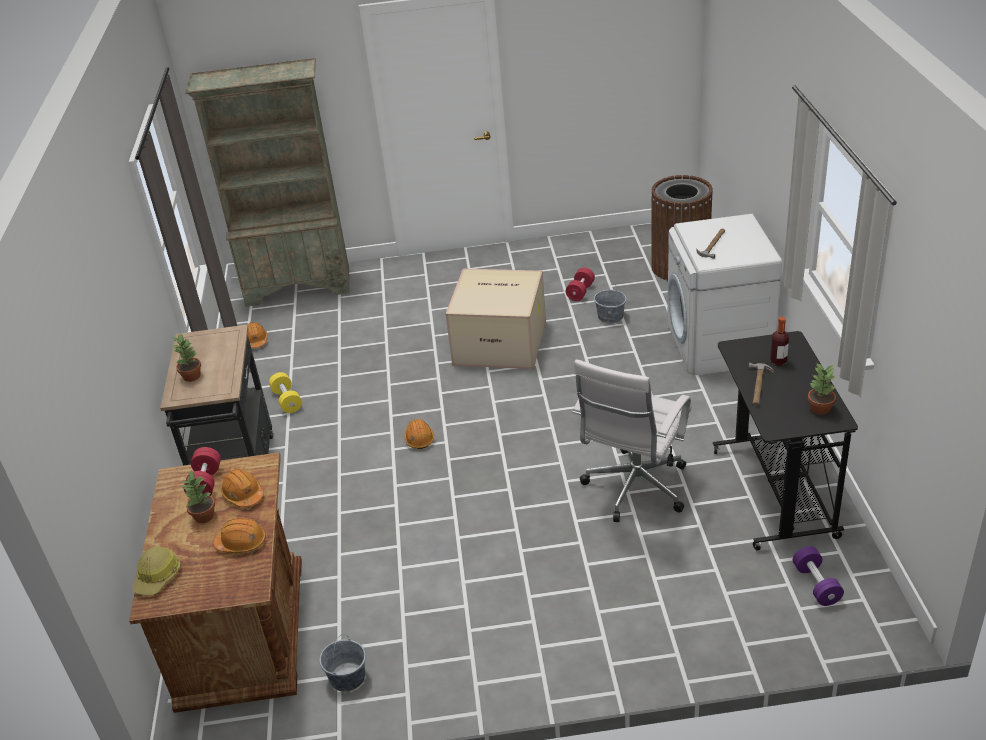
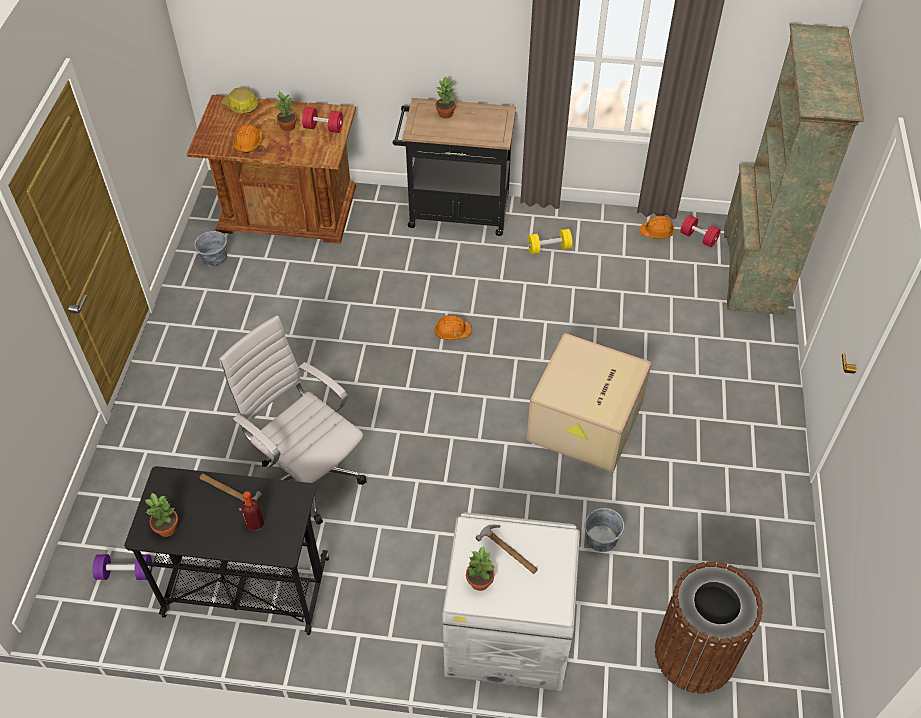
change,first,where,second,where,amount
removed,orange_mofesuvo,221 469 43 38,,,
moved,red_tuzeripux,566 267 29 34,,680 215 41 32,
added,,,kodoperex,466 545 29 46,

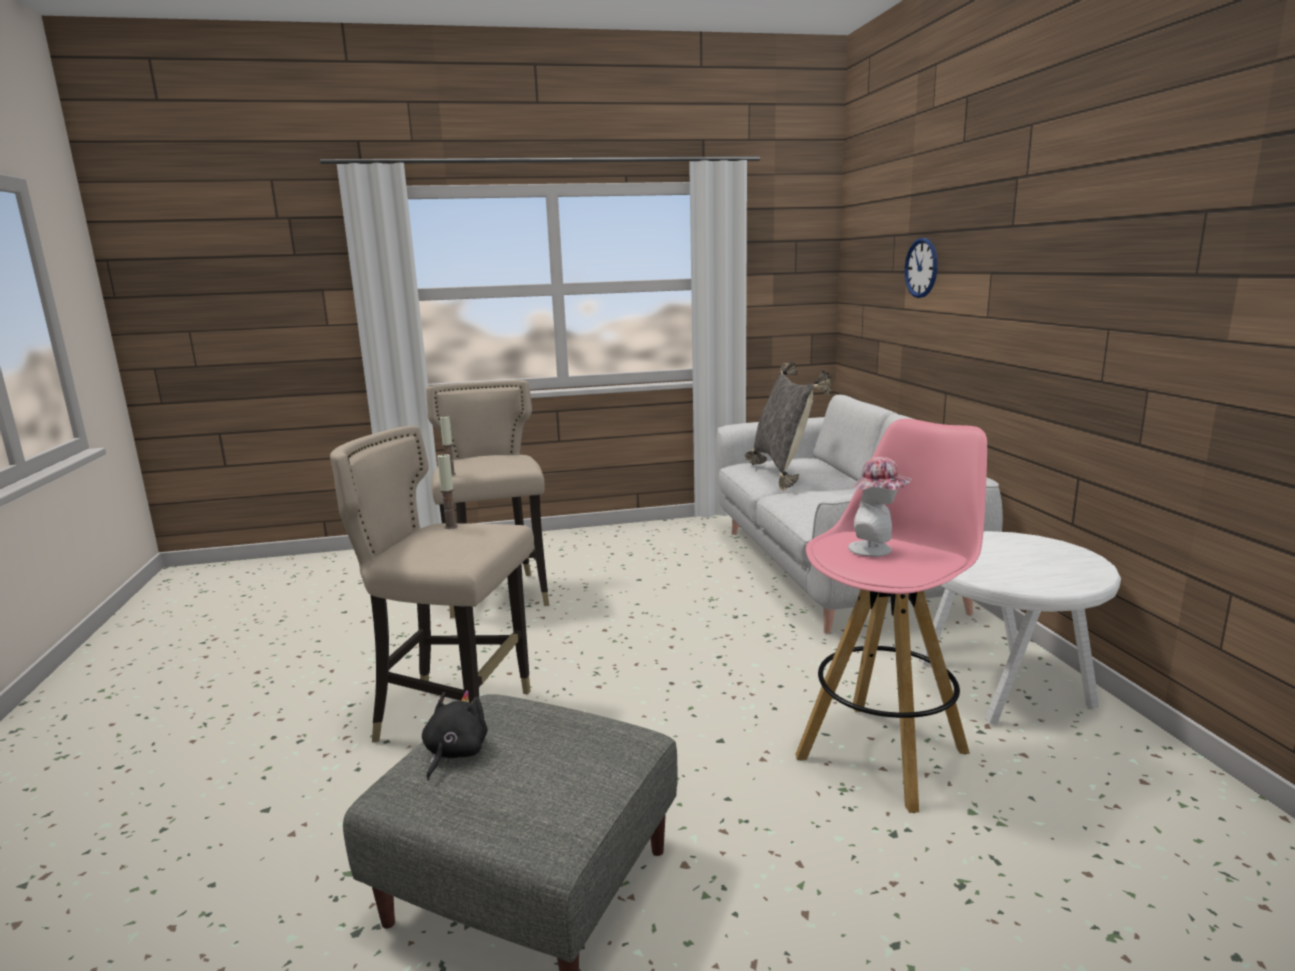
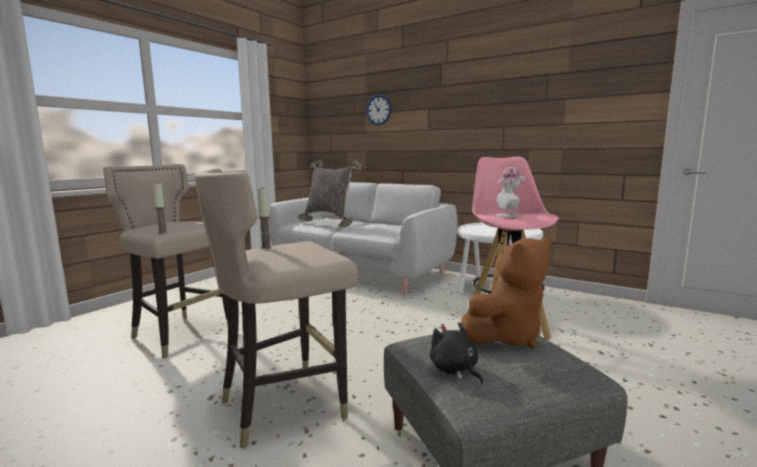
change,first,where,second,where,amount
added,,,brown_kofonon,461 237 90 112,

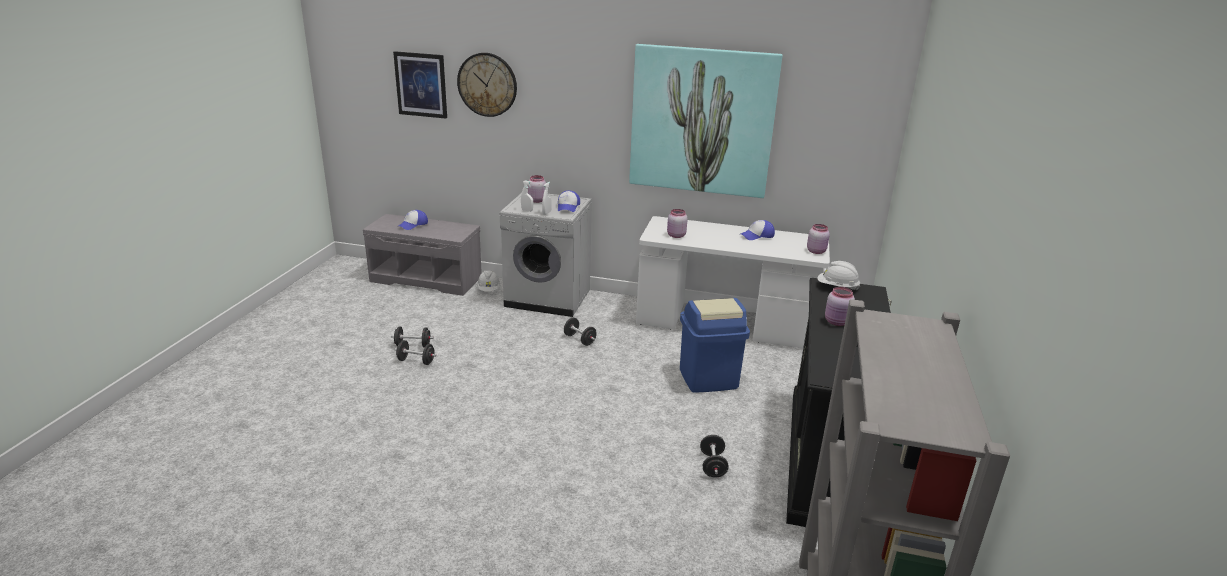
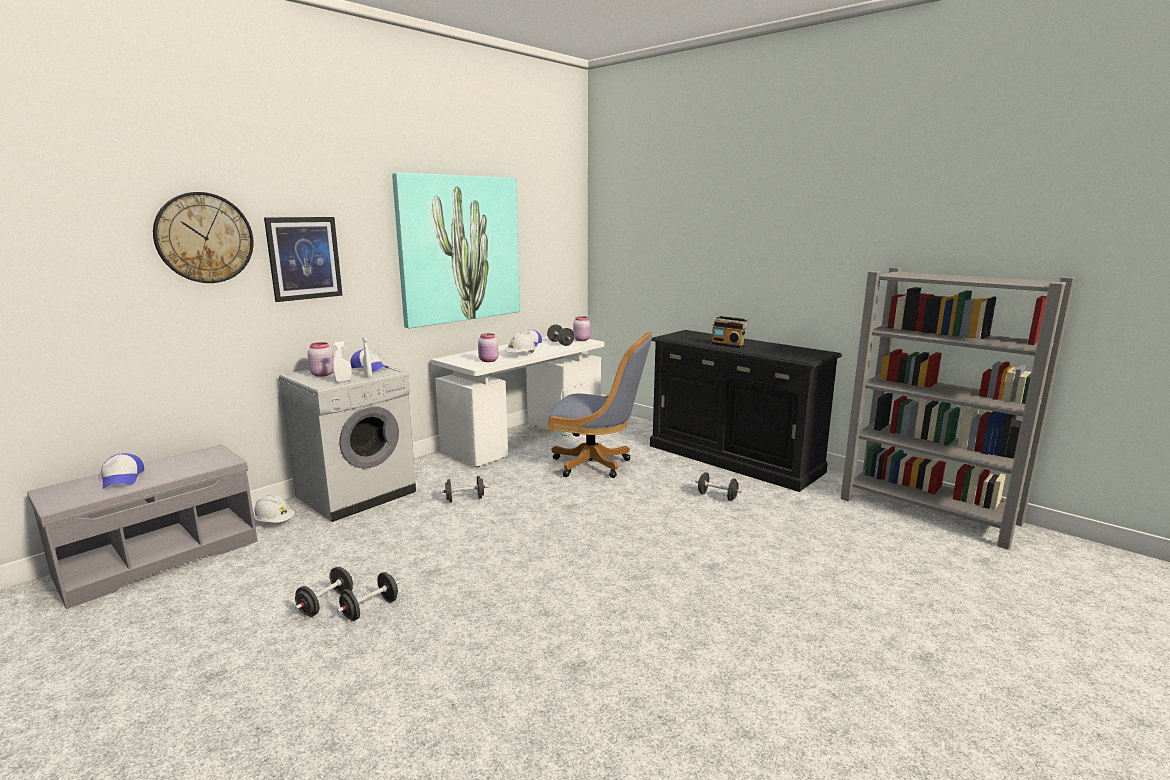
change,first,where,second,where,amount
moved,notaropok,393 51 54 68,,264 217 79 85,
replaced,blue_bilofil,680 298 70 95,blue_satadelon,548 332 104 146,
moved,white_mofesuvo,817 261 43 30,,505 333 31 20,
replaced,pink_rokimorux,825 287 30 39,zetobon,711 316 38 32,
added,,,black_tuzeripux,547 324 28 22,

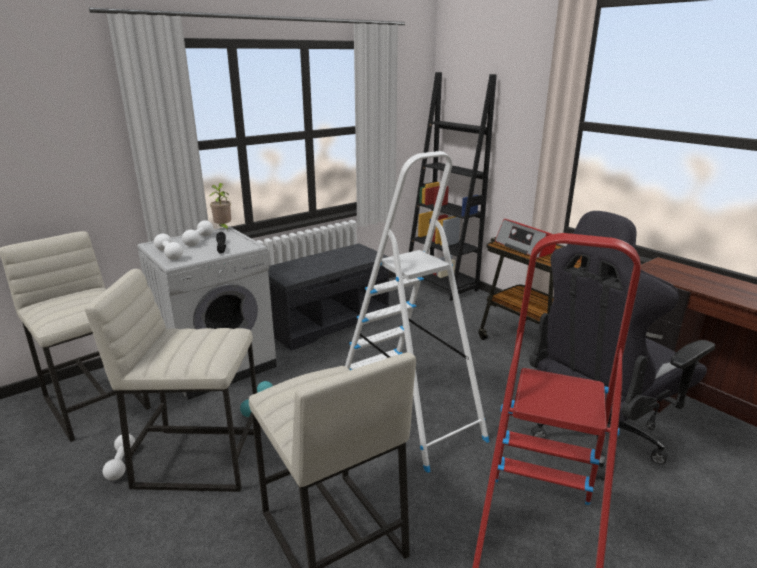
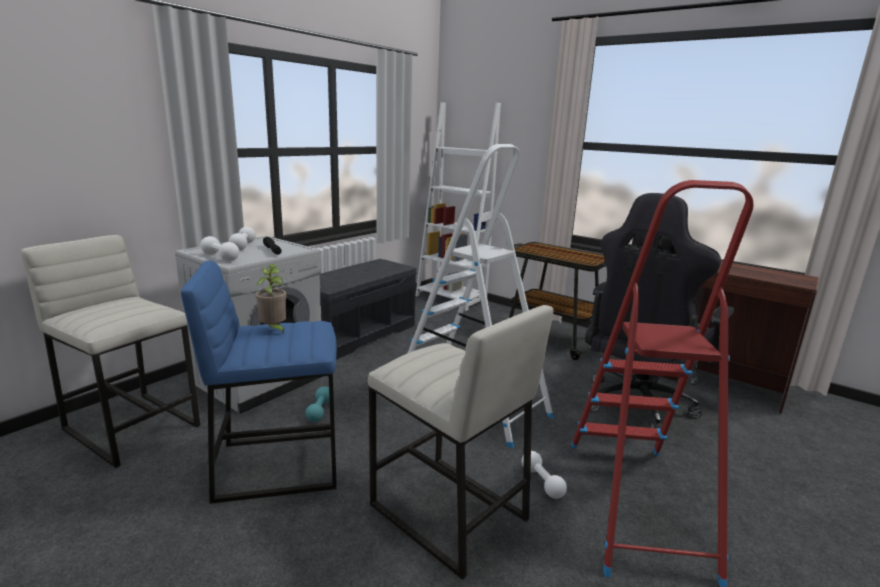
change,first,where,second,where,amount
recoloured,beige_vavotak,85 269 176 223,blue_vavotak,181 261 156 243,
moved,white_tuzeripux,103 434 32 47,,521 451 46 48,
moved,kodoperex,210 183 21 48,,255 264 31 69,
recoloured,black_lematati,409 72 88 229,white_lematati,416 102 85 209,
removed,zetobon,495 219 61 39,,,

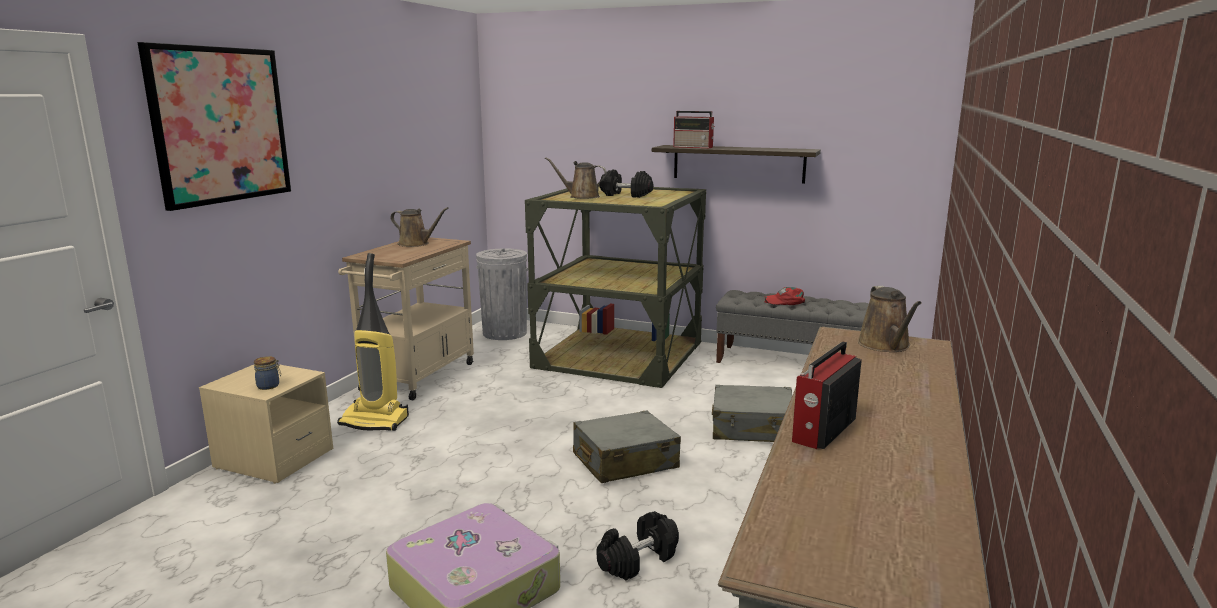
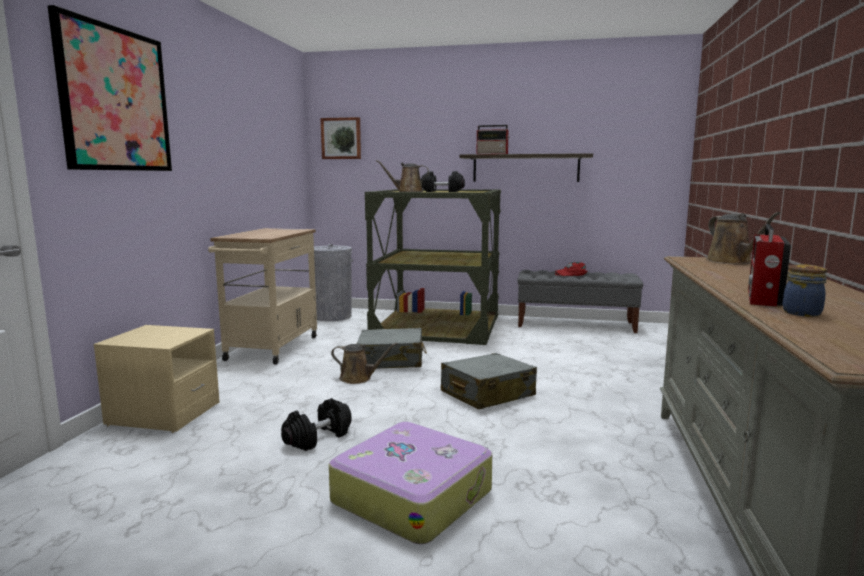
change,first,where,second,where,amount
moved,rokimorux,254 356 27 34,,782 265 45 52,
removed,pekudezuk,337 253 72 178,,,
moved,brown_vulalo,390 207 59 40,,331 343 67 41,
moved,black_tuzeripux,597 511 82 70,,281 398 70 53,
moved,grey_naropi,712 385 80 57,,356 328 71 40,
added,,,notaropok,320 117 41 42,

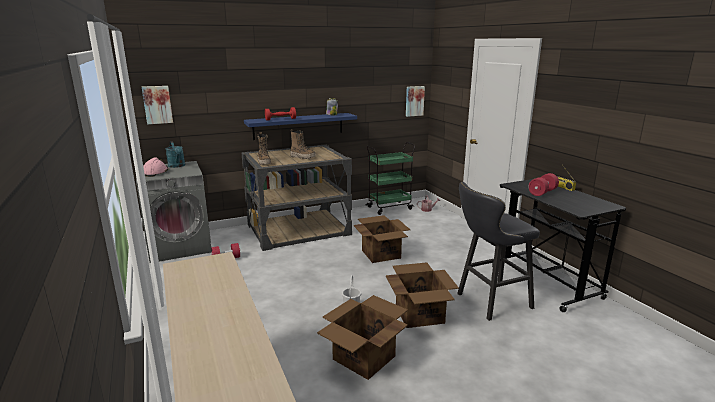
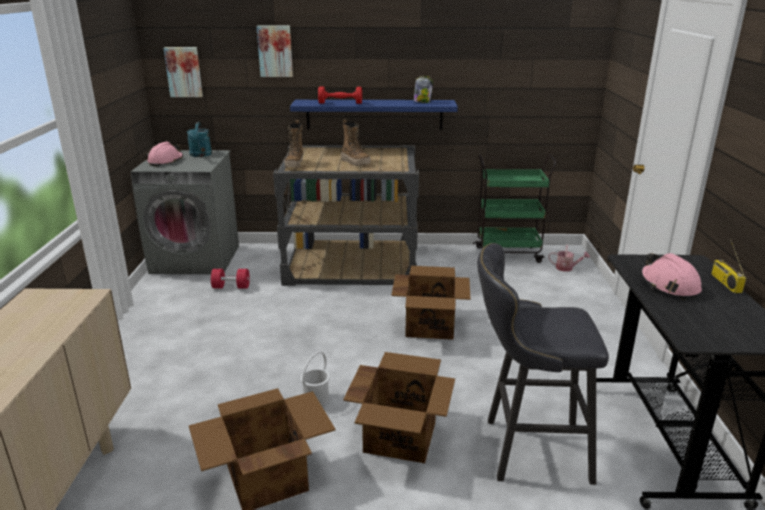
change,first,where,second,where,amount
moved,notaropok,406 86 19 31,,257 26 36 51,
replaced,red_tuzeripux,528 173 31 23,pink_mofesuvo,640 253 62 46,

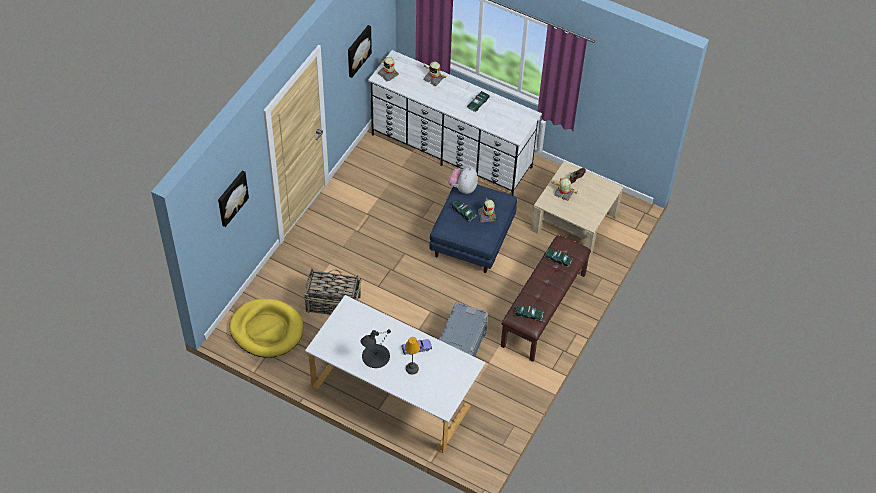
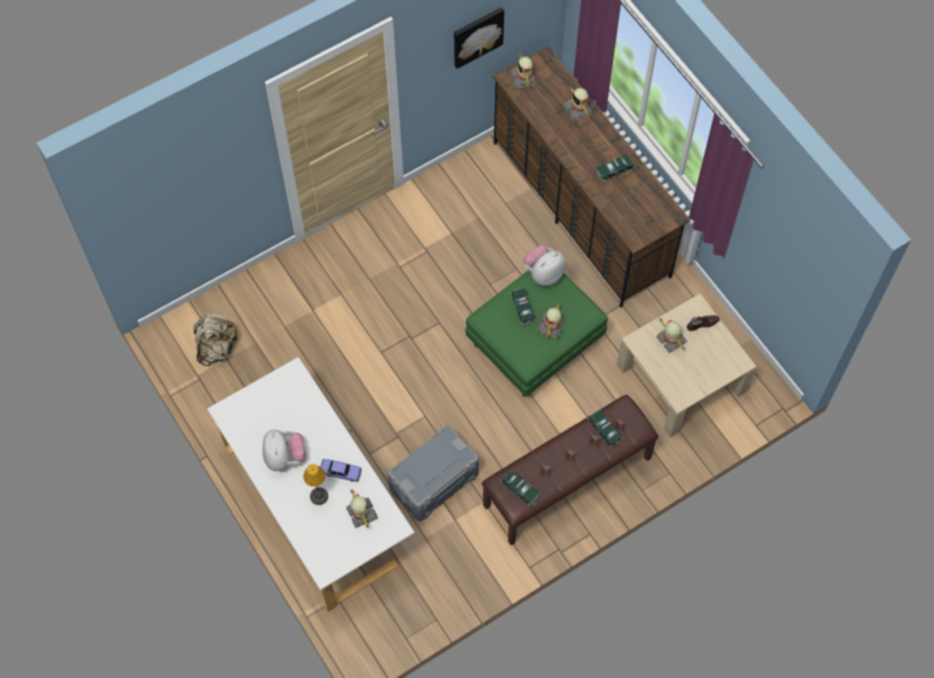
change,first,where,second,where,amount
removed,notaropok,218 170 31 57,,,
replaced,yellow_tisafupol,229 299 74 59,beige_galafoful,193 313 45 53,
removed,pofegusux,304 269 57 46,,,
replaced,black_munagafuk,360 329 31 39,kofonon,262 430 44 41,
recoloured,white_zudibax,368 50 174 146,brown_zudibax,493 46 197 262,
recoloured,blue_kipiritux,429 184 88 89,green_kipiritux,465 270 143 127,
added,,,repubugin,346 489 32 39,

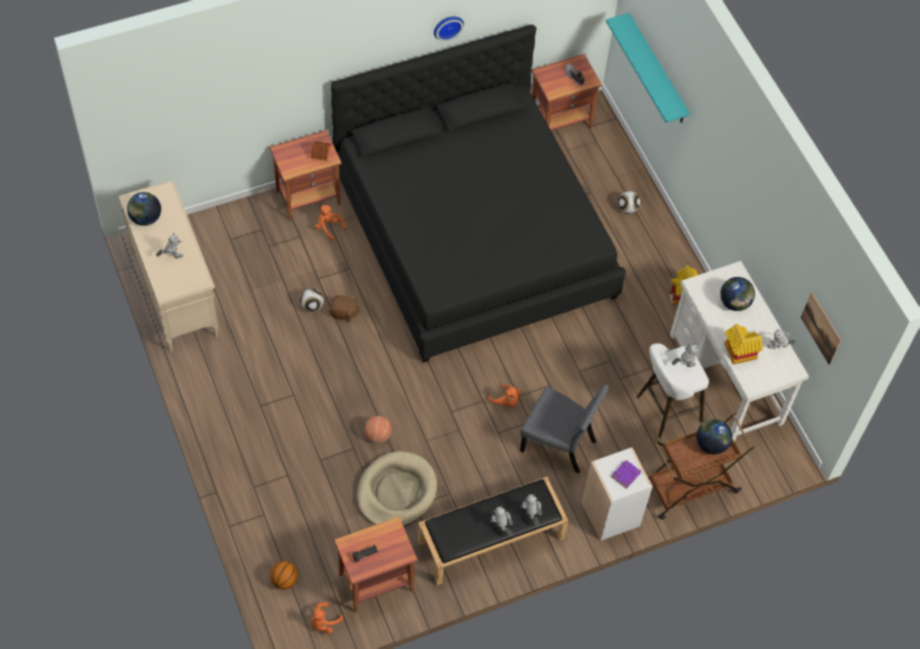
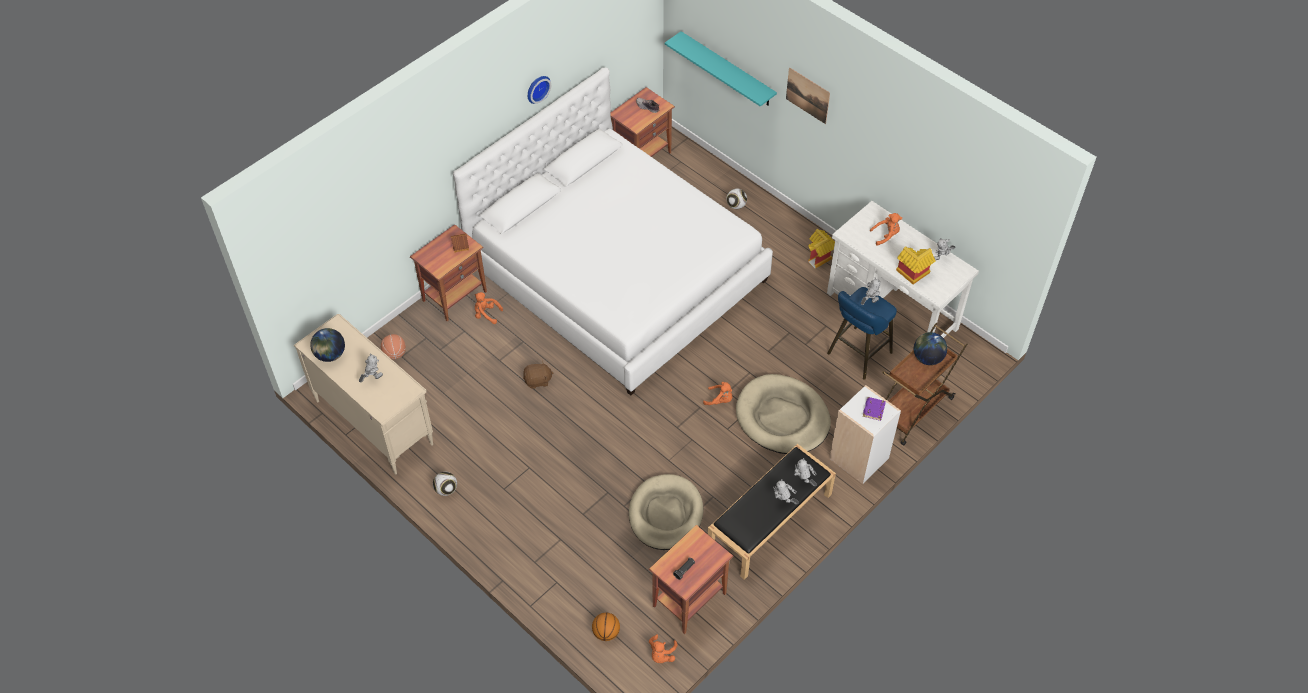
change,first,where,second,where,amount
moved,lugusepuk,300 289 24 23,,433 472 24 24,
recoloured,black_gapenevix,331 25 295 338,white_gapenevix,453 68 320 328,
moved,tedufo,364 416 27 27,,381 334 25 26,
replaced,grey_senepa,520 385 89 88,beige_tisafupol,736 374 95 80,
recoloured,white_vavotak,637 343 72 95,blue_vavotak,827 287 70 93,
replaced,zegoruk,720 277 35 34,orange_kofonon,870 213 32 33,
moved,notaropok,801 292 40 73,,786 68 44 56,

